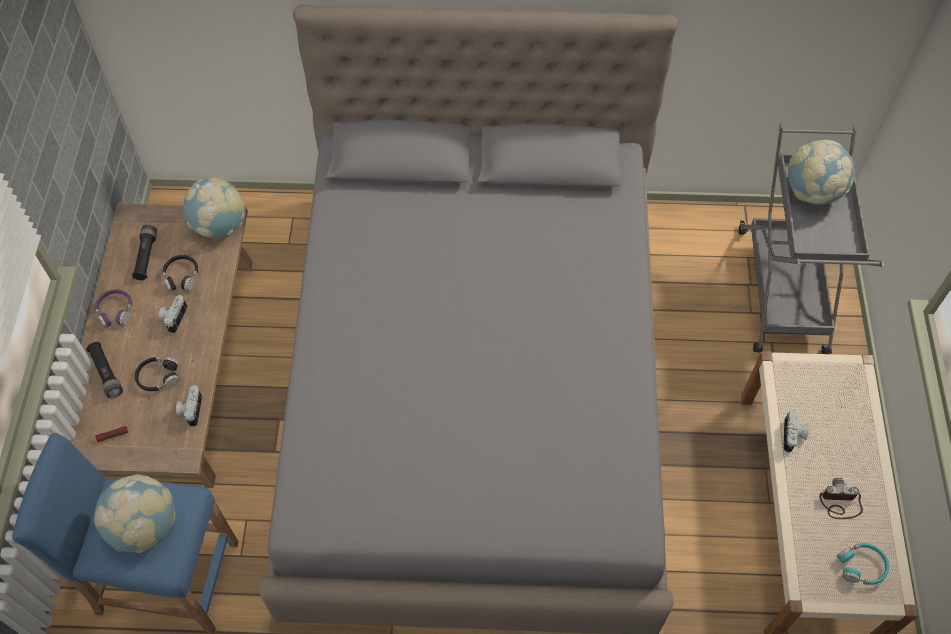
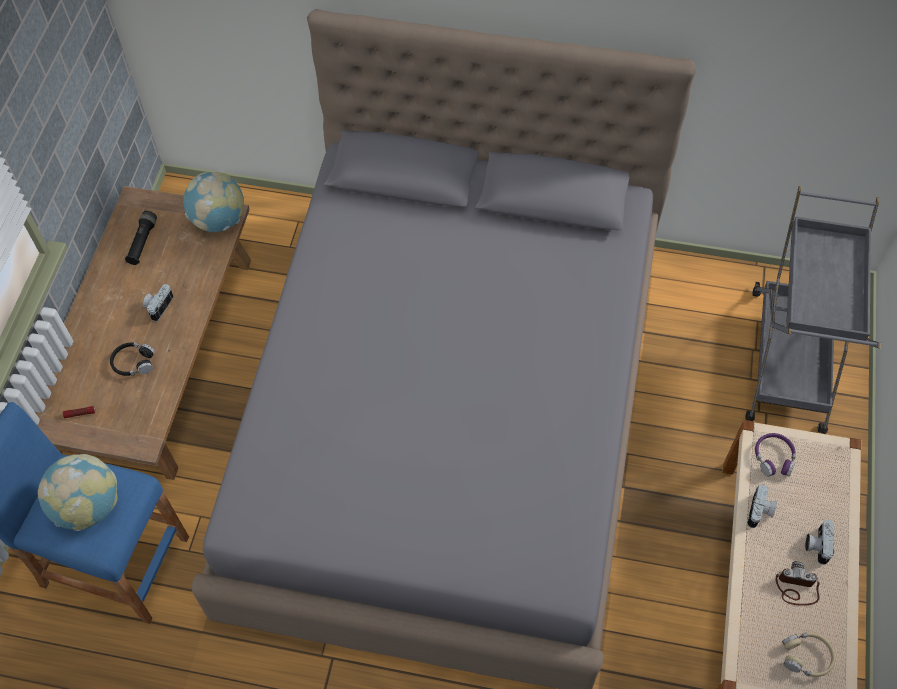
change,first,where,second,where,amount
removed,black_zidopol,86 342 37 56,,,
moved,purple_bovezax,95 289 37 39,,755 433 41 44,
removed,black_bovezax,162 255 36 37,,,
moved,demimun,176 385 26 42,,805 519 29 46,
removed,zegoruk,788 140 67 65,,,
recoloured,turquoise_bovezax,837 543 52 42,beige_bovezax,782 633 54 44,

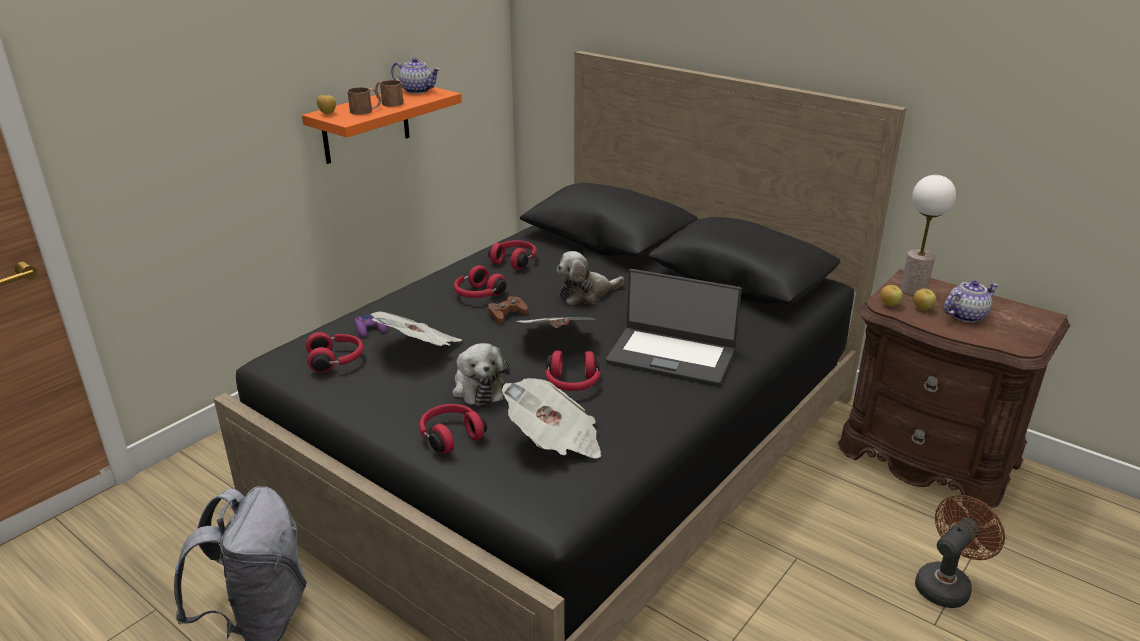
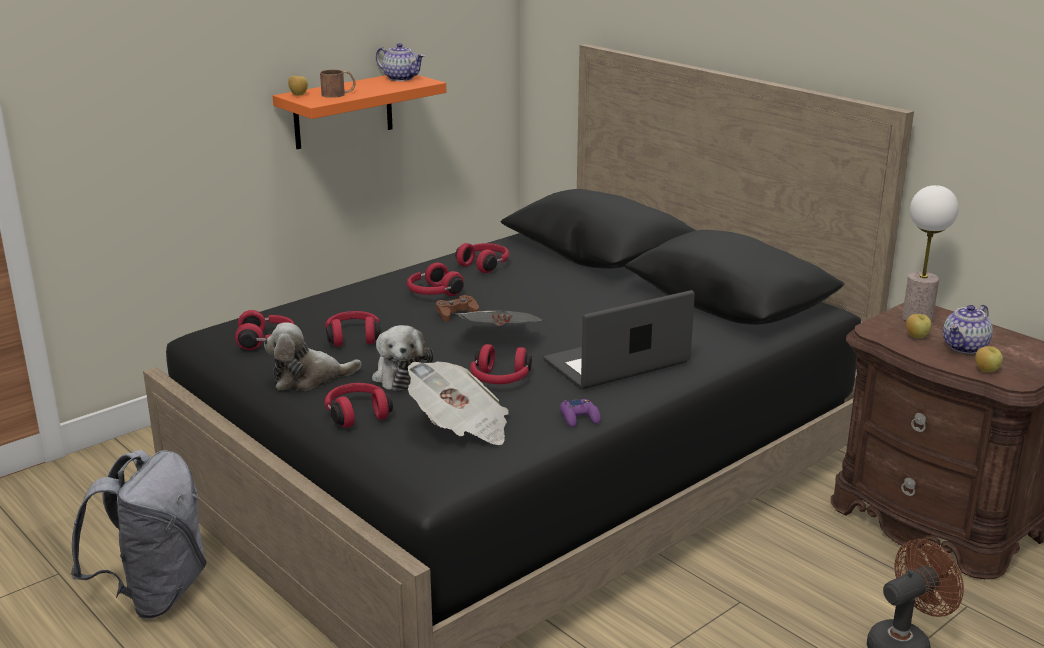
change,first,where,second,where,amount
moved,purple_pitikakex,354 314 33 23,,560 399 41 28,
replaced,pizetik,371 312 91 34,red_bovezax,325 311 55 36,
removed,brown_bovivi,375 80 28 27,,,
moved,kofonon,557 251 67 54,,264 322 97 69,
turned,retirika,606 269 136 116,,544 290 151 99,120 degrees clockwise
moved,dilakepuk,880 285 23 21,,975 346 28 26,
turned,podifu,943 280 55 43,,943 305 50 49,150 degrees clockwise

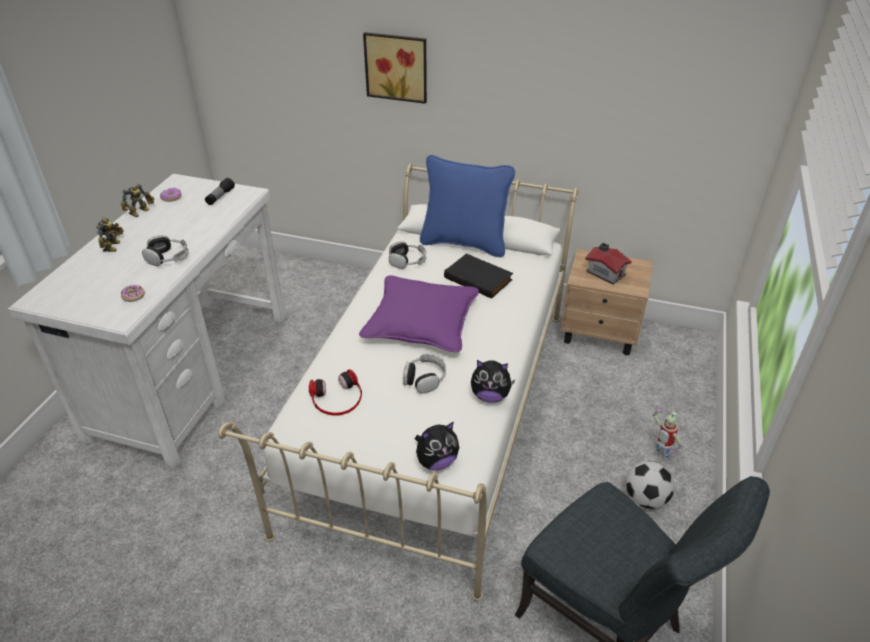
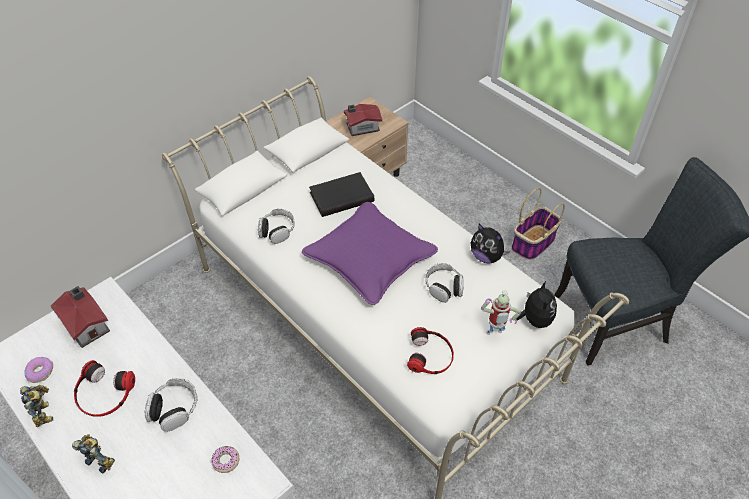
change,first,where,second,where,amount
replaced,zidopol,205 178 30 27,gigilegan,51 286 59 62,
removed,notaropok,363 32 64 72,,,
removed,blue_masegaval,420 155 95 102,,,
turned,kofonon,471 360 44 43,,470 224 40 39,90 degrees clockwise
replaced,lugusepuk,626 461 48 48,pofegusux,511 188 54 72,
moved,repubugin,653 408 29 52,,481 290 40 45,
added,,,bovezax,74 360 61 57,

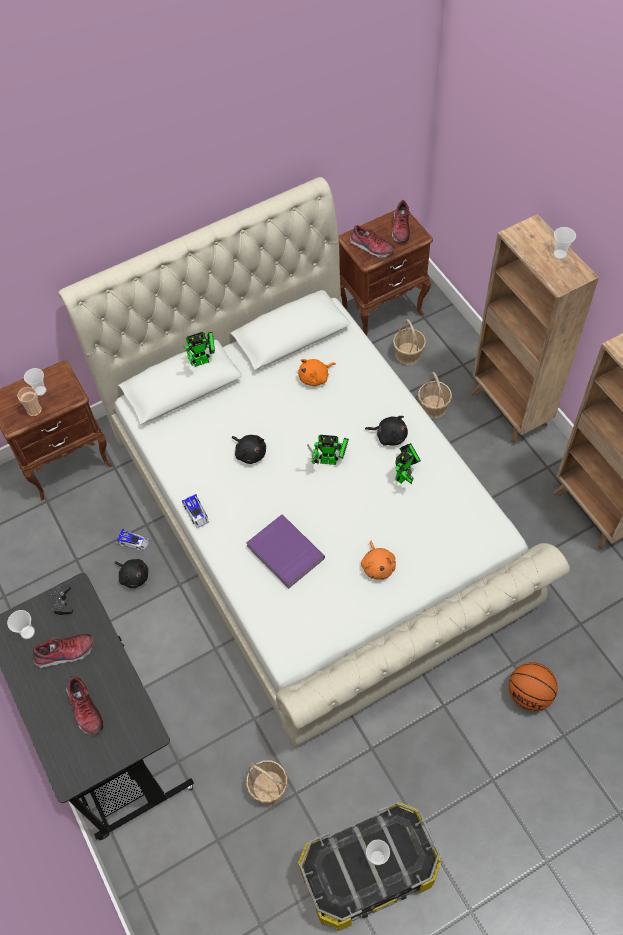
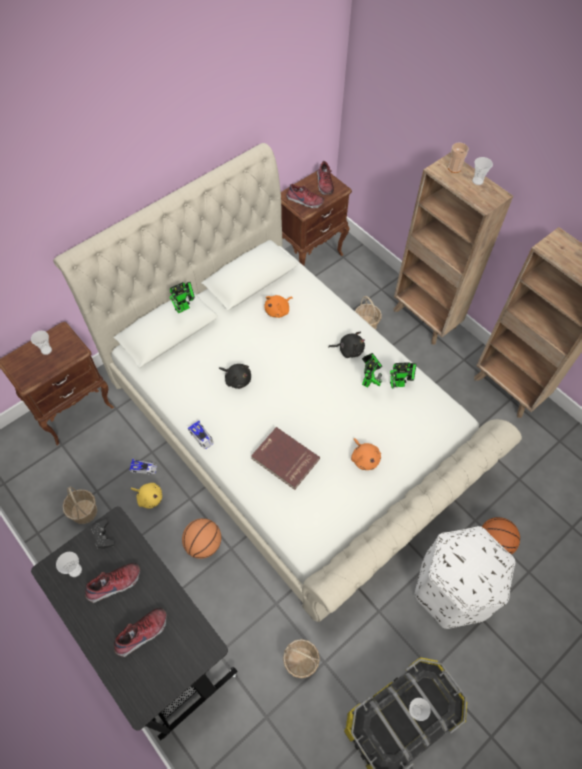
change,first,where,second,where,amount
moved,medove,17 387 25 30,,448 143 21 30,
turned,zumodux,66 677 37 58,,114 608 53 49,90 degrees counterclockwise
recoloured,black_kofonon,115 559 33 29,yellow_kofonon,131 483 31 26,
recoloured,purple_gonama,246 514 79 75,red_gonama,251 427 69 63,
moved,repubugin,307 435 42 30,,390 362 26 27,
moved,pofegusux,393 319 33 46,,63 486 34 38,
added,,,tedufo,182 518 39 41,
added,,,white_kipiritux,415 526 100 103,

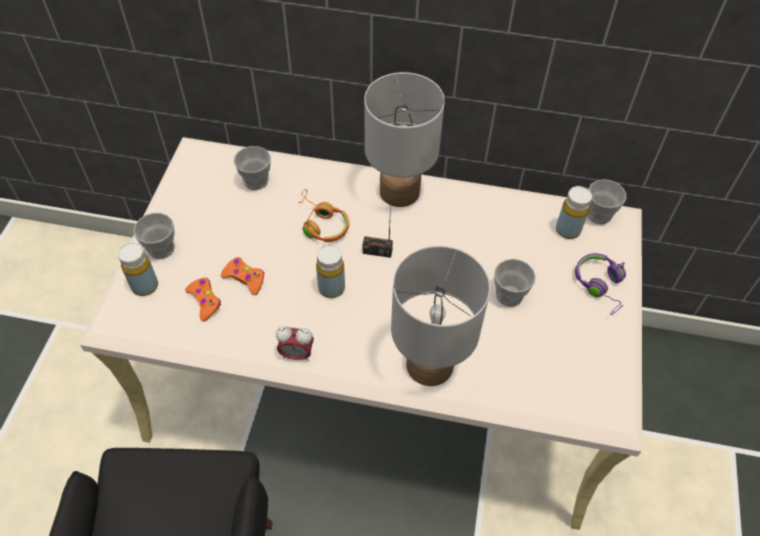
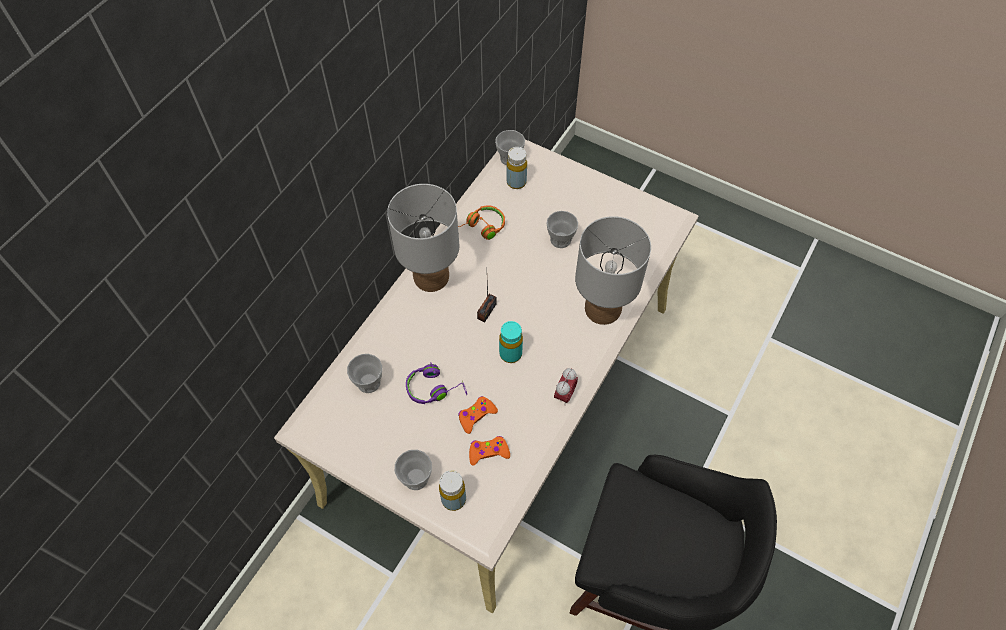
change,first,where,second,where,amount
moved,orange_bovezax,298 189 51 53,,458 206 47 34,
recoloured,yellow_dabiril,316 244 29 54,turquoise_dabiril,499 321 24 42,
moved,purple_bovezax,575 253 51 62,,406 362 61 42,

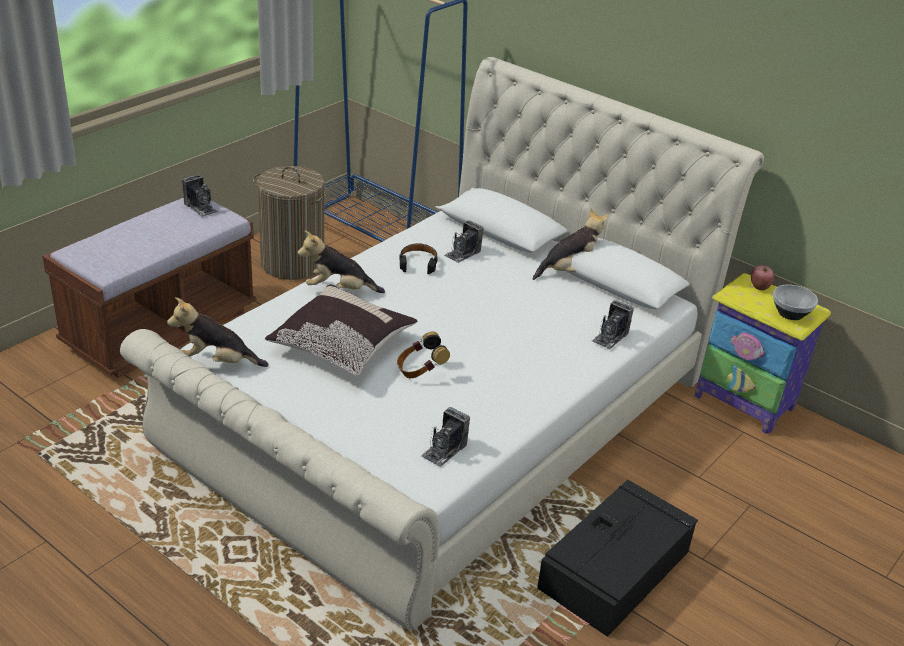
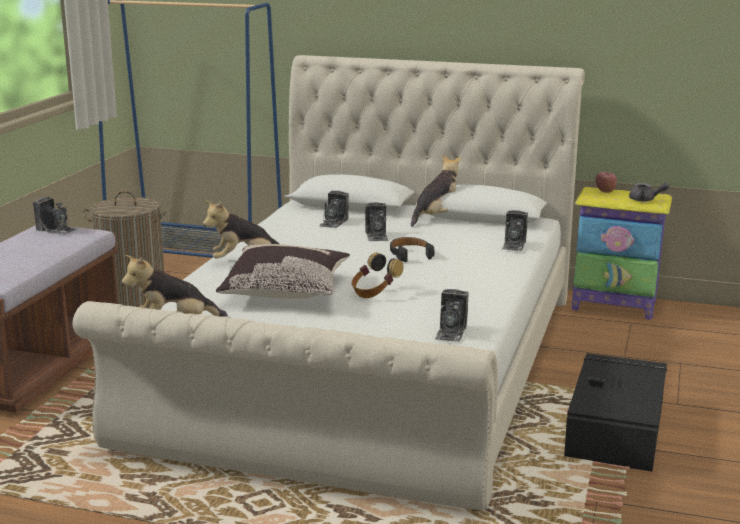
change,first,where,second,where,amount
moved,black_bovezax,399 243 39 31,,390 237 44 25,
replaced,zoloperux,773 284 45 36,grey_podifu,629 183 40 19,
added,,,demimun,365 202 23 39,

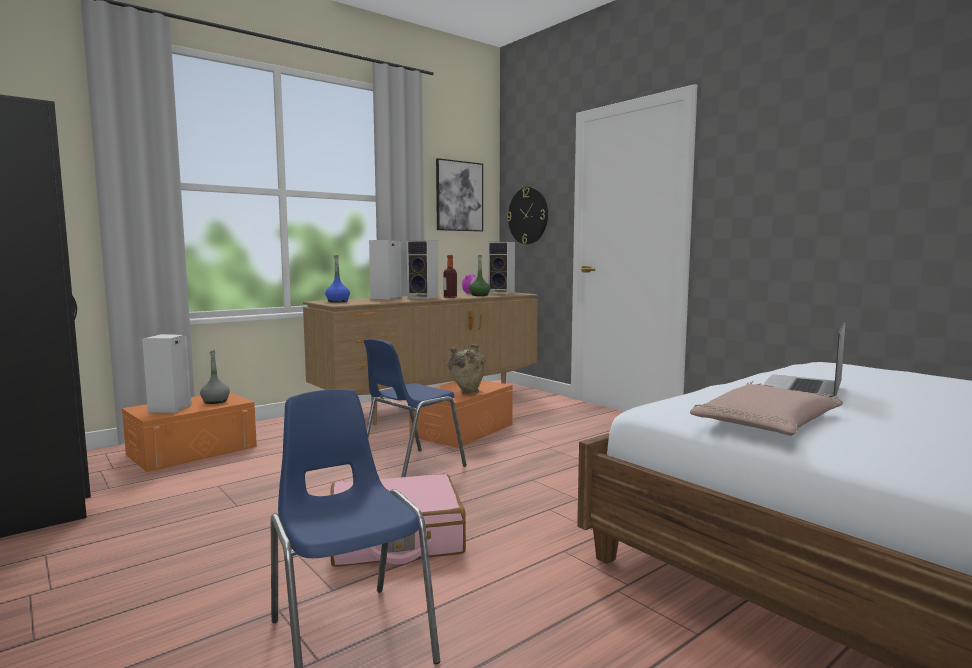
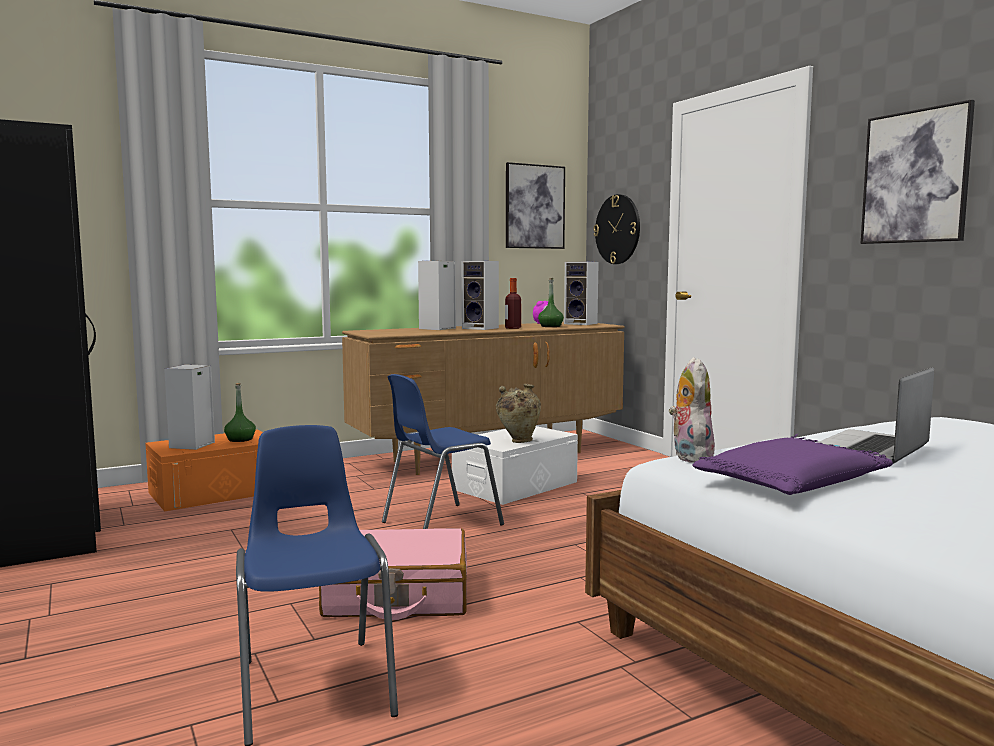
change,first,where,second,where,amount
recoloured,grey_dabiril,200 350 30 54,green_dabiril,224 383 32 59,
removed,blue_dabiril,325 255 25 48,,,
recoloured,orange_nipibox,409 380 104 68,white_nipibox,452 426 126 79,
recoloured,beige_masegaval,690 381 153 55,purple_masegaval,692 434 201 61,
added,,,kofonon,669 357 46 106,
added,,,notaropok,861 99 114 145,

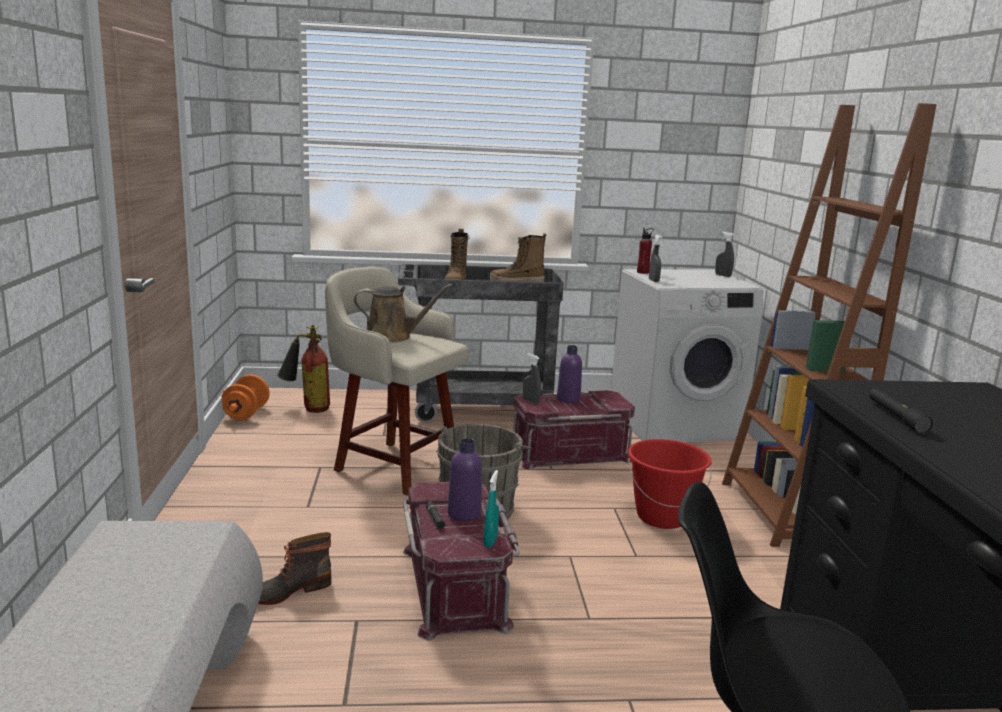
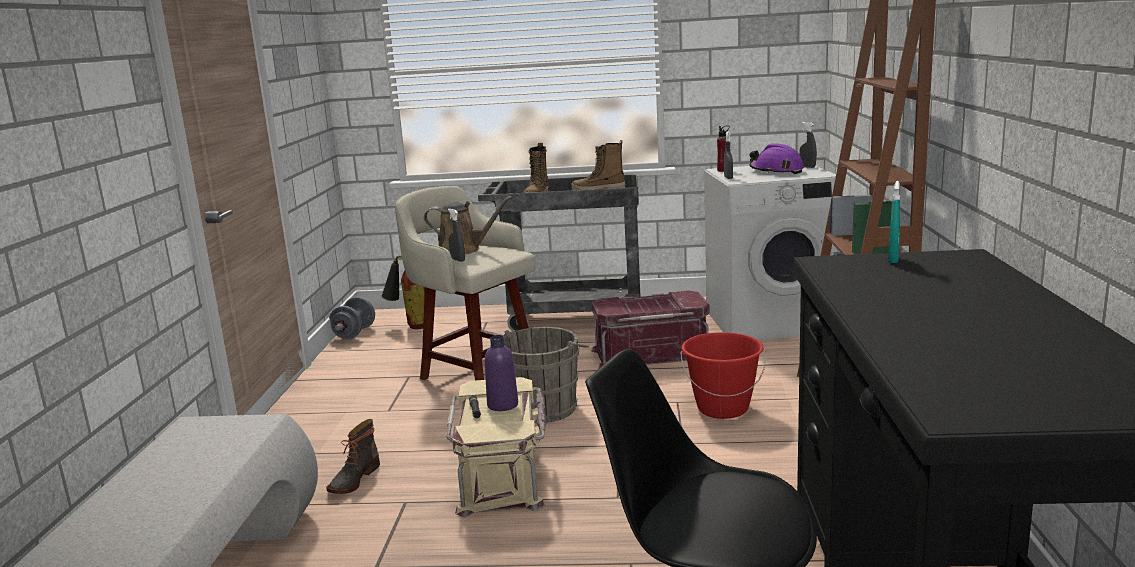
change,first,where,second,where,amount
recoloured,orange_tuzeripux,221 374 49 46,grey_tuzeripux,329 297 46 42,
turned,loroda,258 532 73 73,,326 419 54 75,45 degrees counterclockwise
recoloured,red_nipibox,403 482 117 159,beige_nipibox,446 377 101 140,
moved,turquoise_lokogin,484 470 15 77,,888 181 12 82,
moved,grey_lokogin,523 353 18 51,,448 209 17 53,
removed,purple_dabiril,557 345 25 58,,,
removed,black_zidopol,869 389 64 45,,,
added,,,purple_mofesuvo,749 144 55 30,

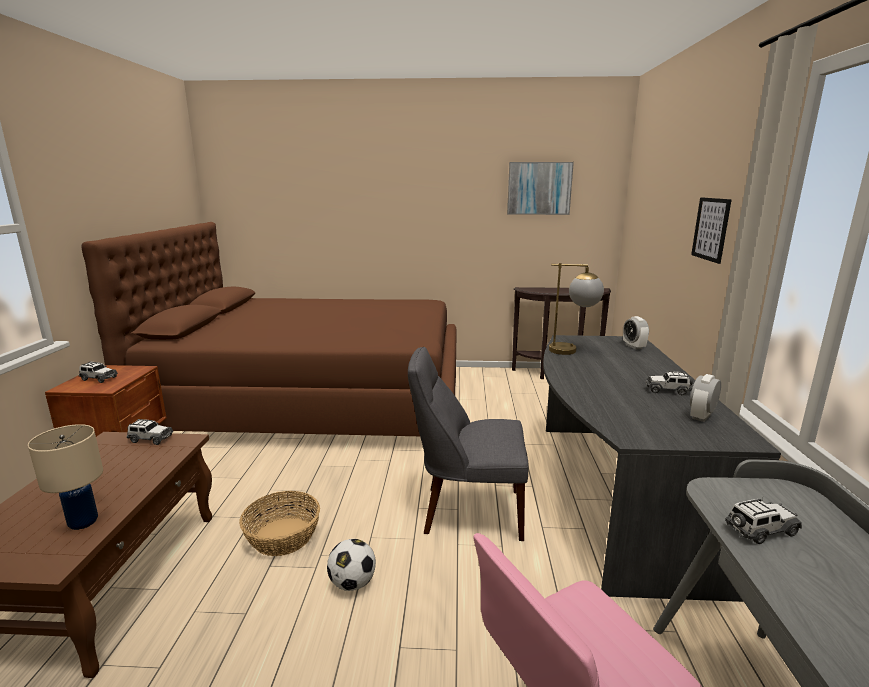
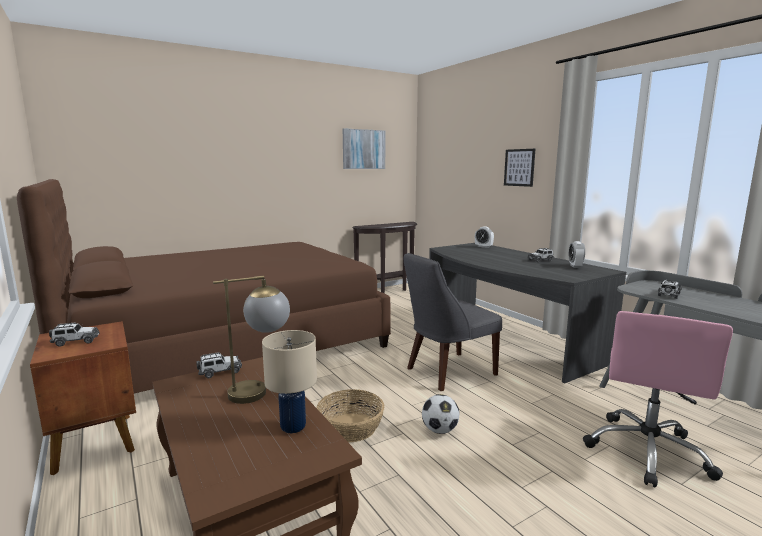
change,first,where,second,where,amount
moved,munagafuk,549 263 55 92,,213 276 77 128,

